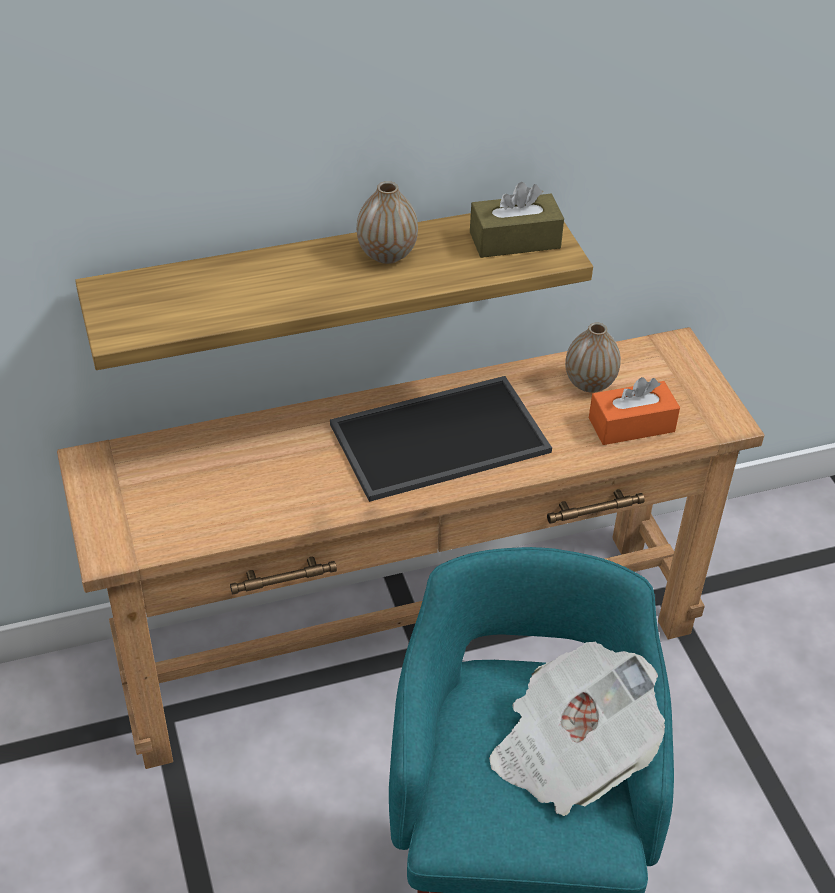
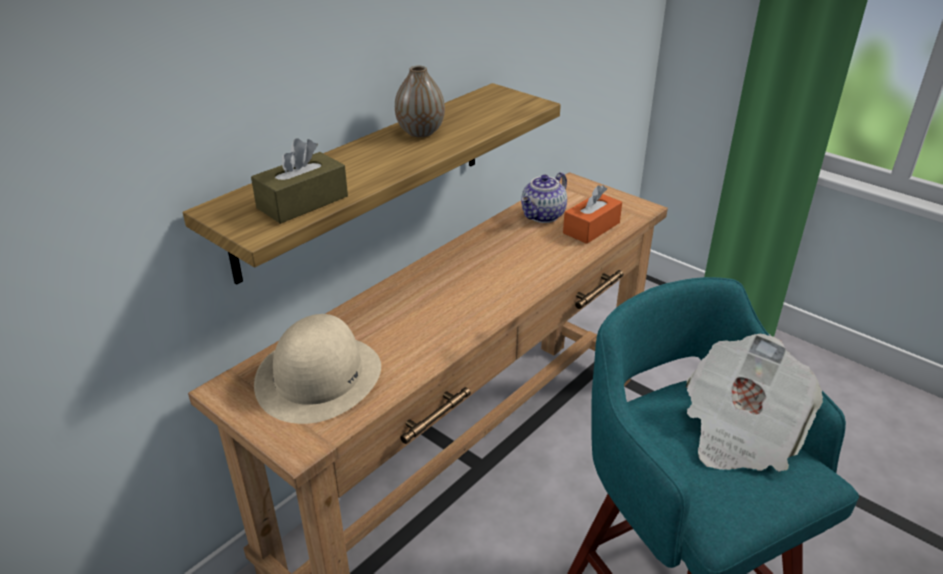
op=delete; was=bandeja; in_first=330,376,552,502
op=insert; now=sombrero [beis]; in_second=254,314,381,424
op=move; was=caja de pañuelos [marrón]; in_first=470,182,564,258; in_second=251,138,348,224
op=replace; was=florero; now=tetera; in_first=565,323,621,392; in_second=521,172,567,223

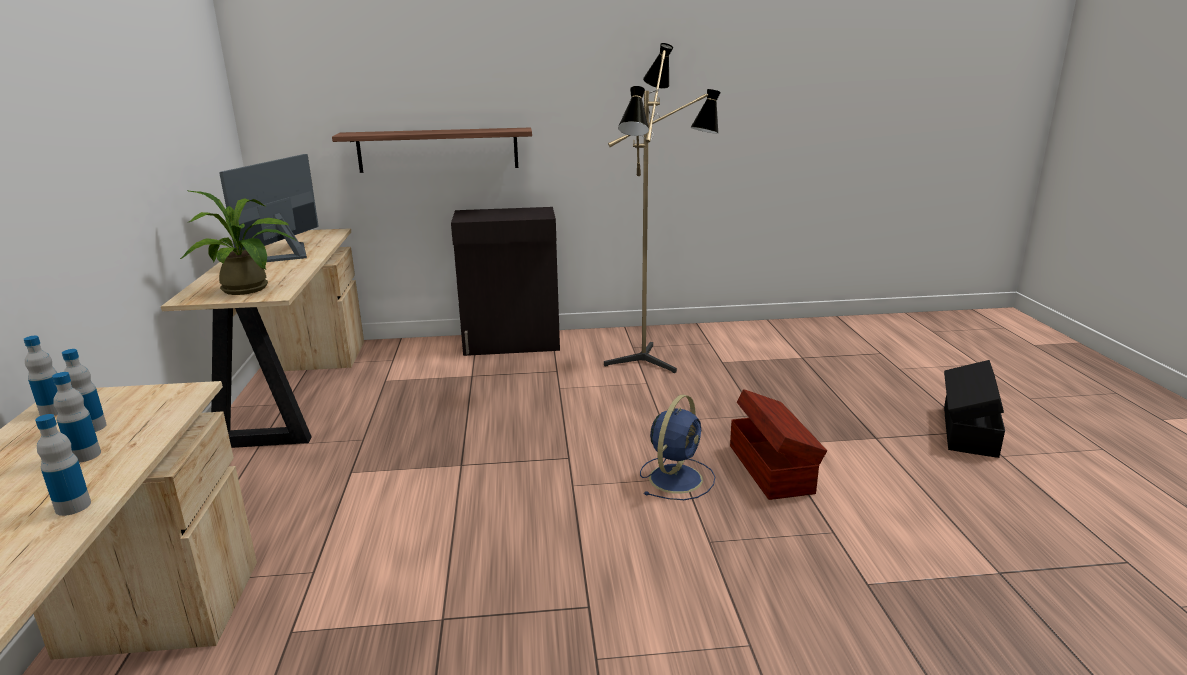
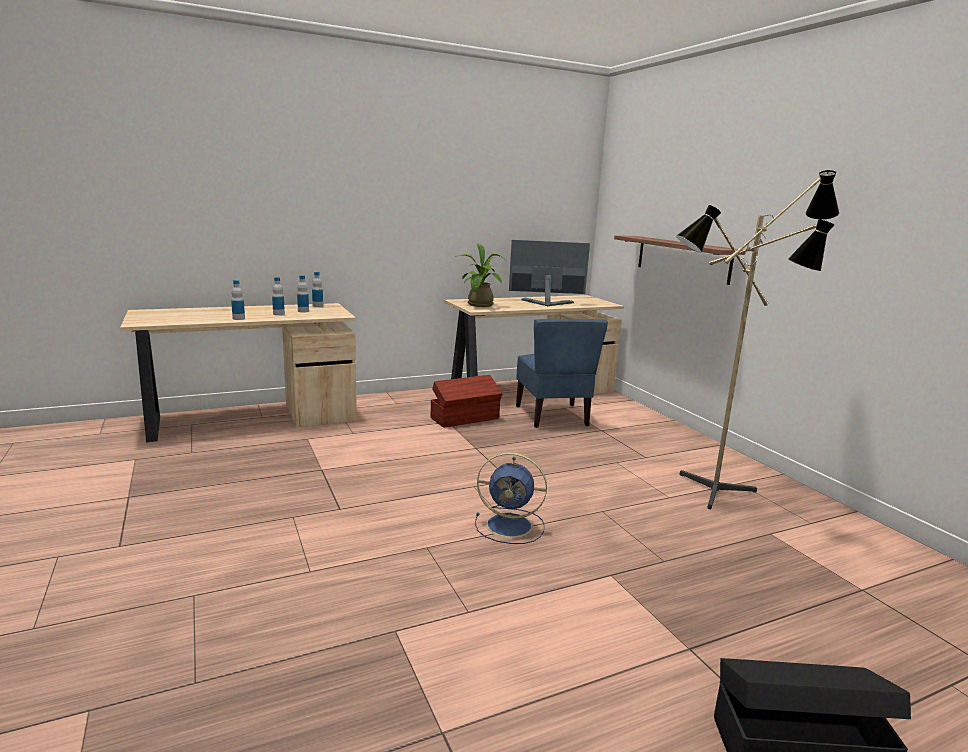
op=delete; was=armario [negro]; in_first=451,207,560,356
op=insert; now=silla [azul]; in_second=516,319,608,428
op=move; was=caja de almacenaje [marrón]; in_first=730,389,827,500; in_second=431,375,503,428

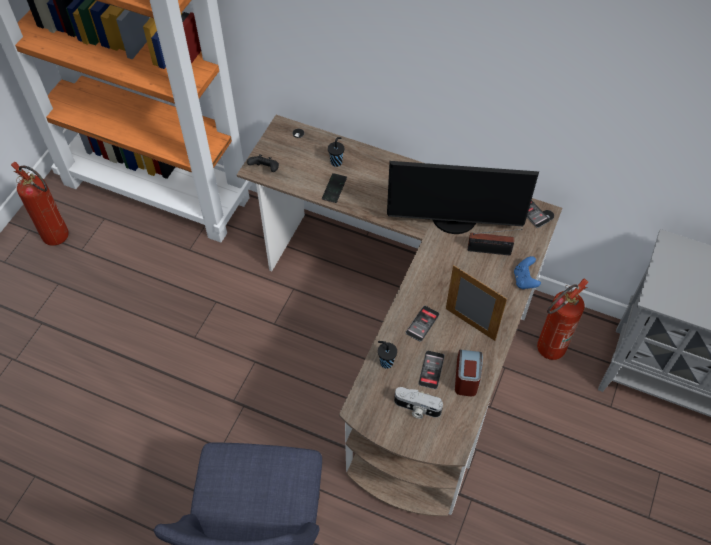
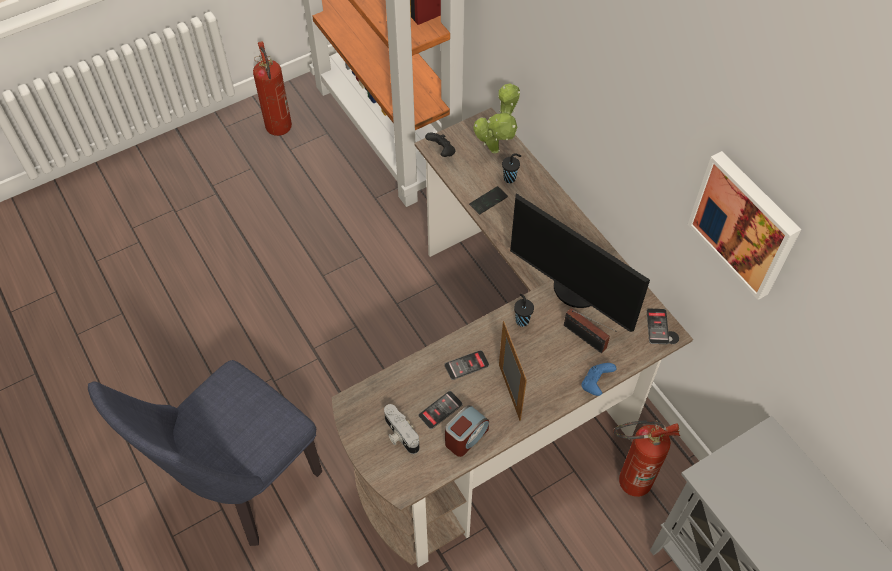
op=insert; now=planta en maceta; in_second=473,84,520,153
op=insert; now=cuadro; in_second=687,151,801,300
op=move; was=taza [negro]; in_first=378,341,397,369; in_second=514,294,534,326

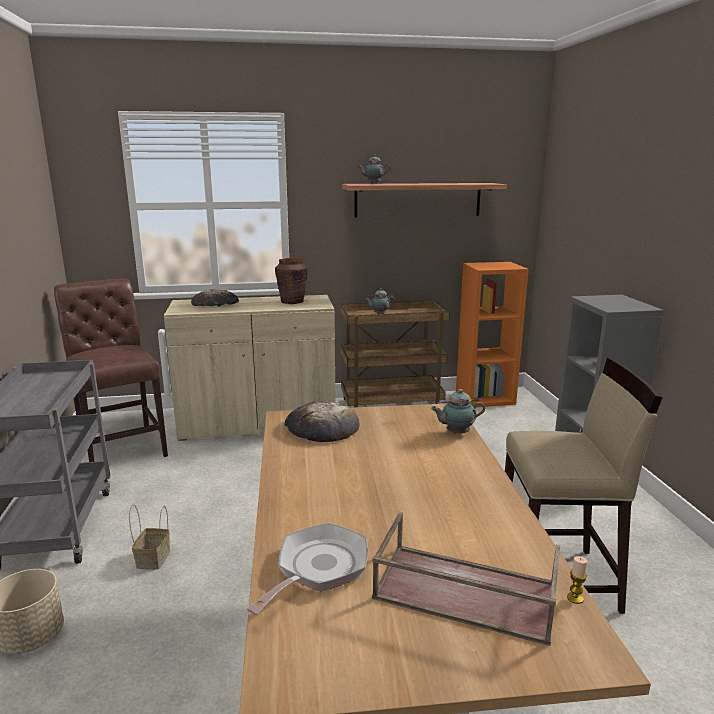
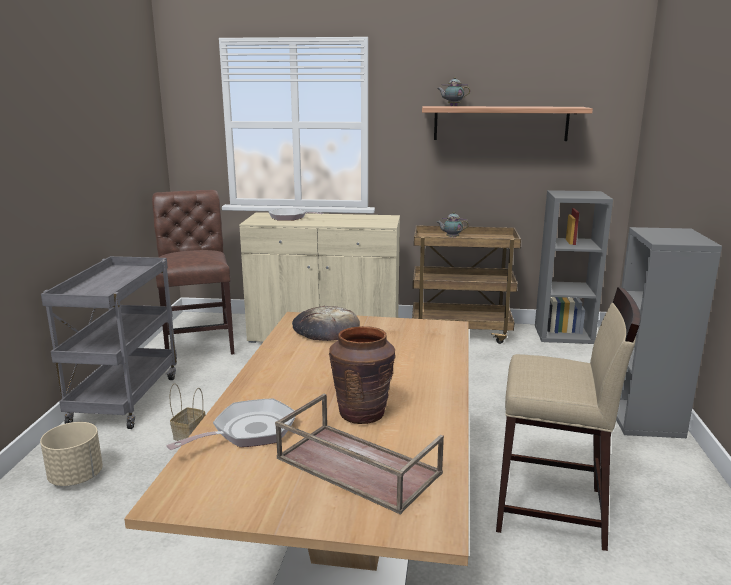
op=delete; was=tetera; in_first=431,389,485,434
op=delete; was=vela; in_first=567,556,587,604
op=move; was=florero [marrón]; in_first=275,258,308,304; in_second=329,326,395,424
op=replace; was=pan; now=sartén; in_first=191,289,239,307; in_second=269,208,323,221
op=recolor; was=estantería [naranja]; now=estantería [gris]; in_first=456,262,529,407; in_second=535,190,613,344

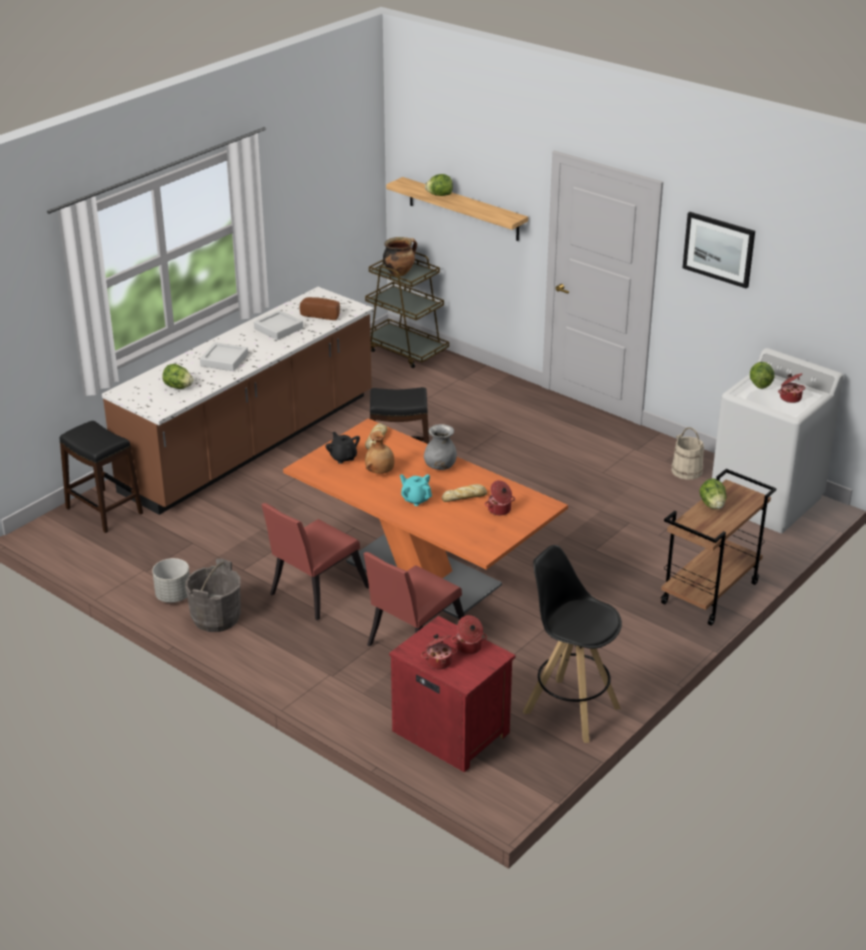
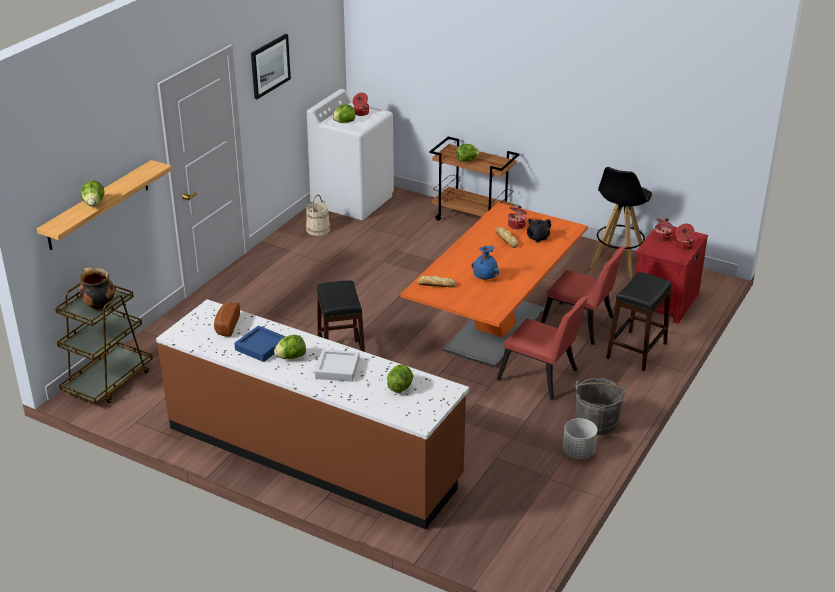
op=delete; was=tetera [turquesa]; in_first=400,474,432,506
op=delete; was=florero [gris]; in_first=424,424,457,470
op=insert; now=lechuga; in_second=274,335,306,359
op=move; was=taburete [negro]; in_first=59,421,143,533; in_second=606,272,672,371
op=move; was=tetera [negro]; in_first=325,432,360,464; in_second=527,218,551,243
op=recolor; was=bandeja [gris]; now=bandeja [azul]; in_first=254,310,303,340; in_second=234,326,286,362
op=recolor; was=florero [marrón]; now=florero [azul]; in_first=365,431,395,474; in_second=471,246,499,280

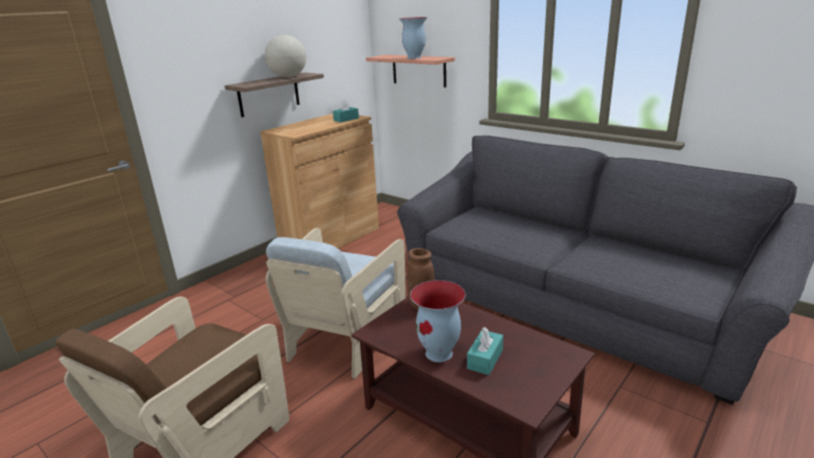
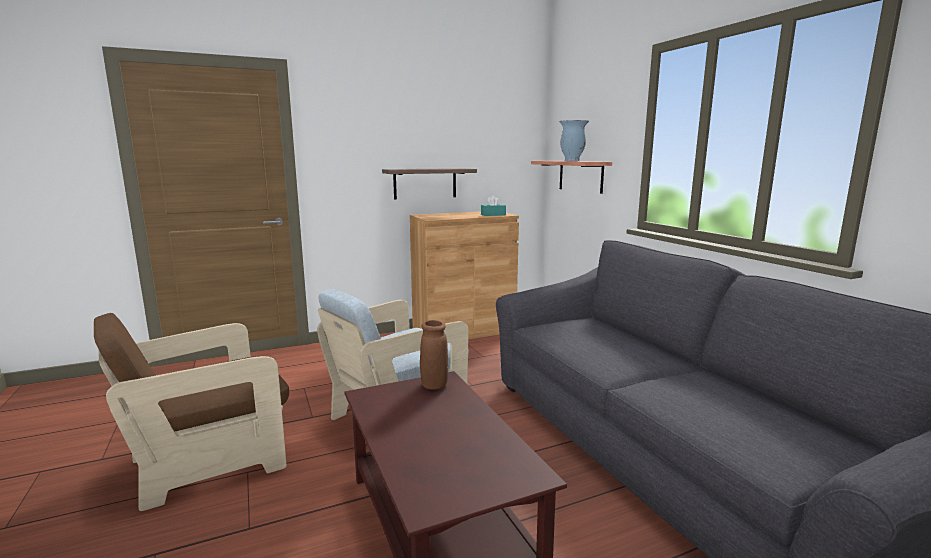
op=delete; was=globo terráqueo; in_first=265,35,306,78
op=delete; was=florero; in_first=410,280,465,362
op=delete; was=caja de pañuelos [turquesa]; in_first=467,327,503,375

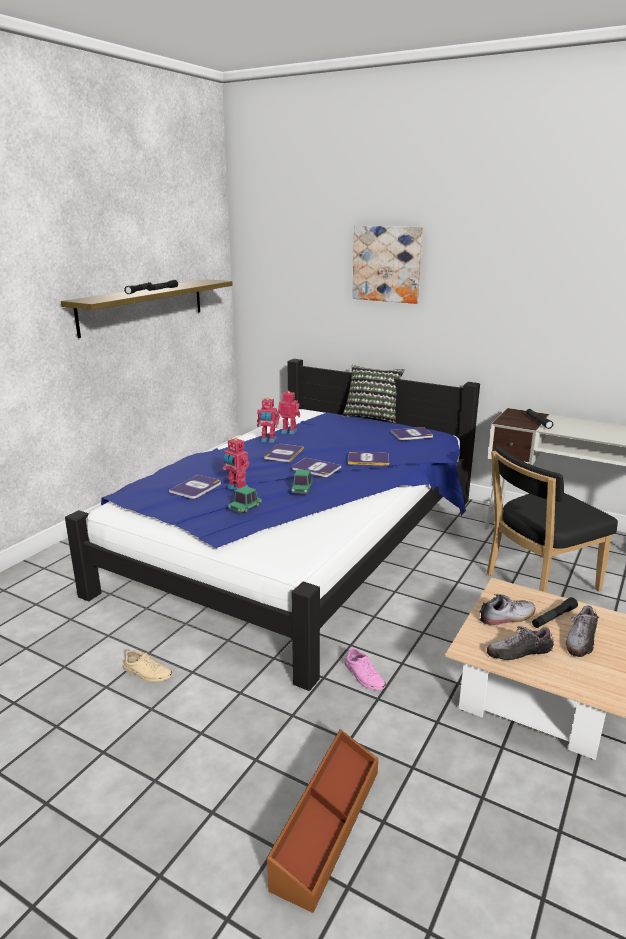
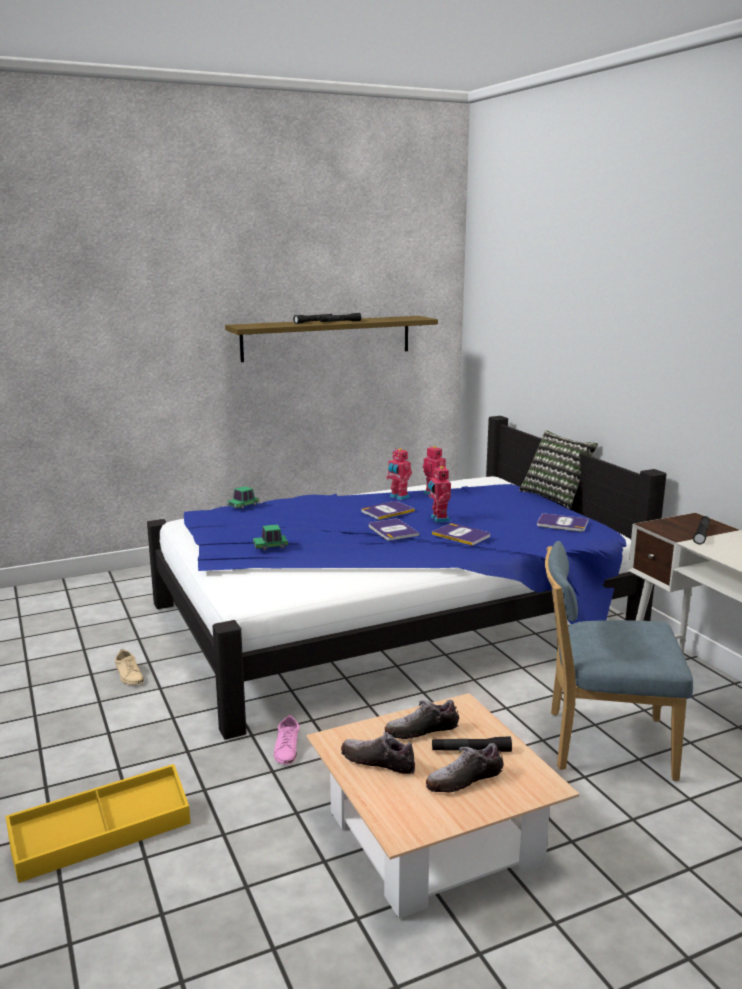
op=delete; was=libro; in_first=169,475,221,499
op=delete; was=cuadro; in_first=352,226,423,304
op=move; was=robot de juguete; in_first=223,437,249,491; in_second=428,465,451,522
op=move; was=coche de juguete; in_first=292,469,313,494; in_second=227,486,259,509
op=recolor; was=caja de almacenaje [marrón]; now=caja de almacenaje [amarillo]; in_first=266,729,378,913; in_second=5,764,190,883
op=recolor; was=silla [negro]; now=silla [azul]; in_first=487,446,618,592; in_second=545,541,693,781
op=rotate; was=zapato; in_first=479,594,535,626; in_second=385,700,459,739; clockwise=150

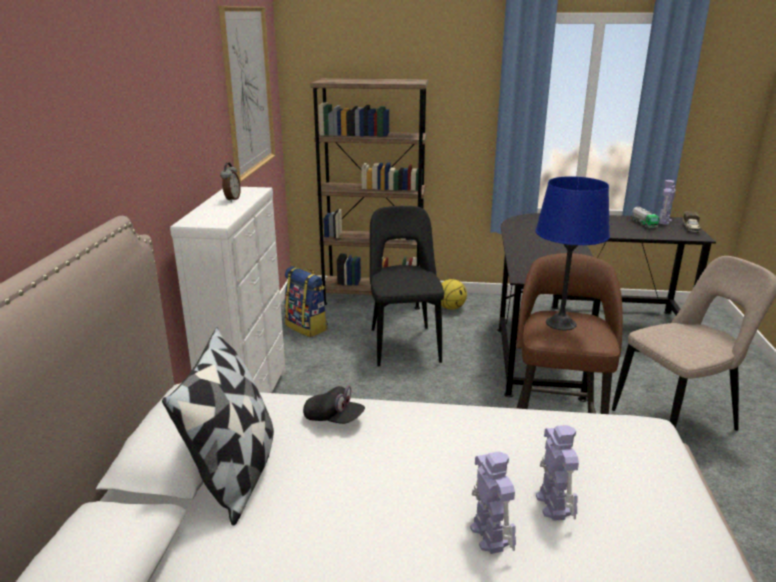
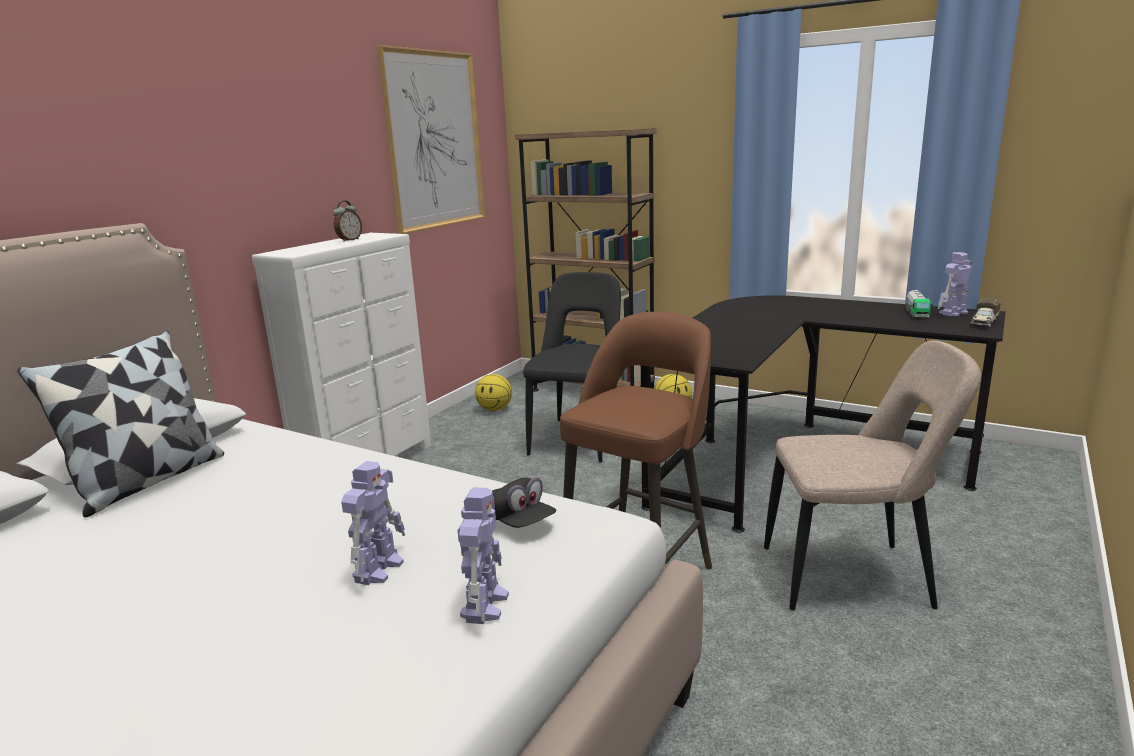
op=delete; was=lámpara de mesa [azul]; in_first=535,176,610,330
op=move; was=gorra [negro]; in_first=303,385,365,424; in_second=492,477,556,528
op=move; was=robot de juguete; in_first=470,451,516,554; in_second=457,487,509,624
op=replace; was=mochila; now=balón de baloncesto; in_first=284,266,328,337; in_second=475,374,512,411

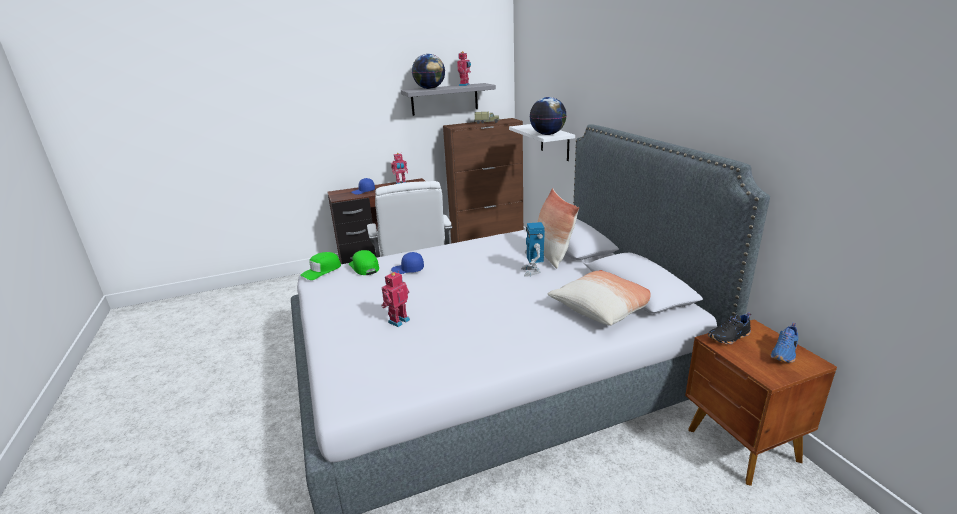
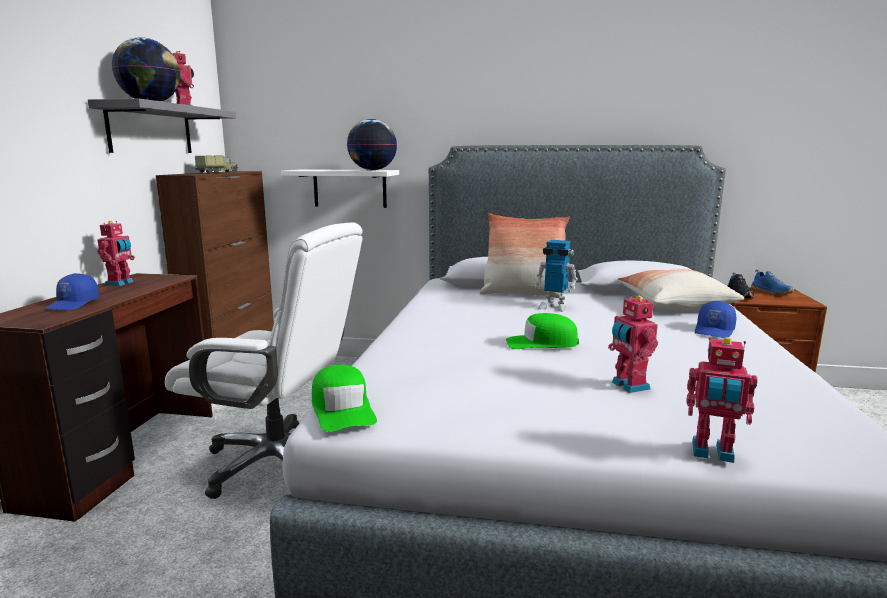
op=insert; now=robot de juguete; in_second=686,337,758,463
op=move; was=gorra [verde]; in_first=348,250,379,275; in_second=506,313,579,349
op=move; was=gorra [azul]; in_first=391,252,424,274; in_second=695,301,737,338

